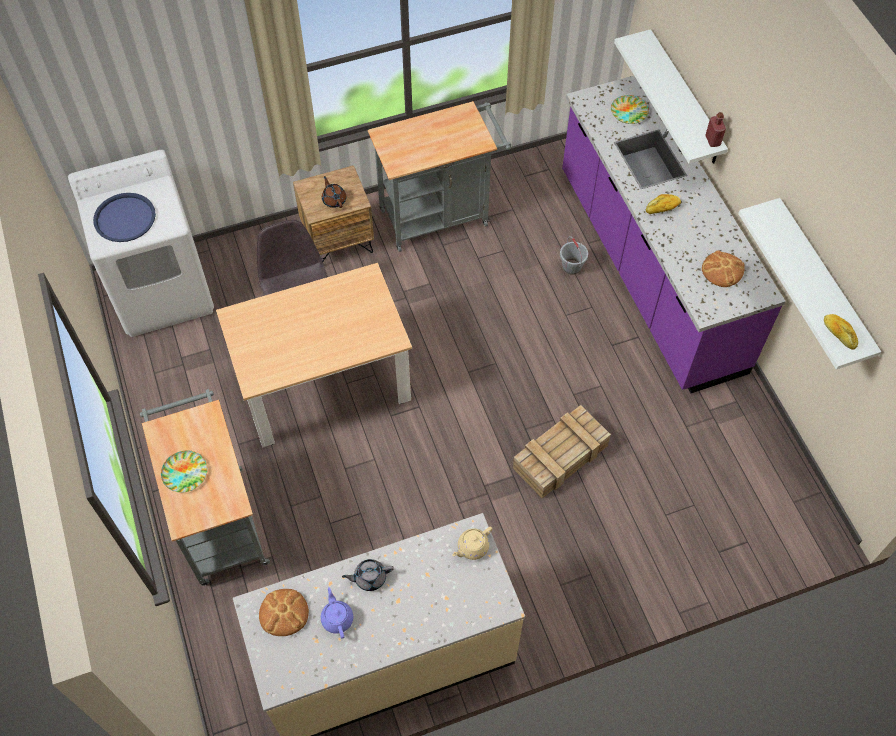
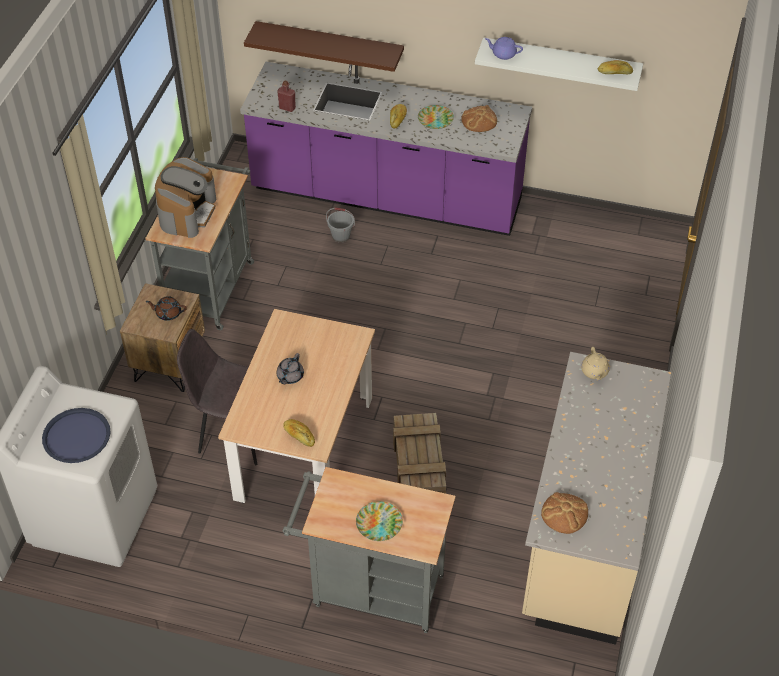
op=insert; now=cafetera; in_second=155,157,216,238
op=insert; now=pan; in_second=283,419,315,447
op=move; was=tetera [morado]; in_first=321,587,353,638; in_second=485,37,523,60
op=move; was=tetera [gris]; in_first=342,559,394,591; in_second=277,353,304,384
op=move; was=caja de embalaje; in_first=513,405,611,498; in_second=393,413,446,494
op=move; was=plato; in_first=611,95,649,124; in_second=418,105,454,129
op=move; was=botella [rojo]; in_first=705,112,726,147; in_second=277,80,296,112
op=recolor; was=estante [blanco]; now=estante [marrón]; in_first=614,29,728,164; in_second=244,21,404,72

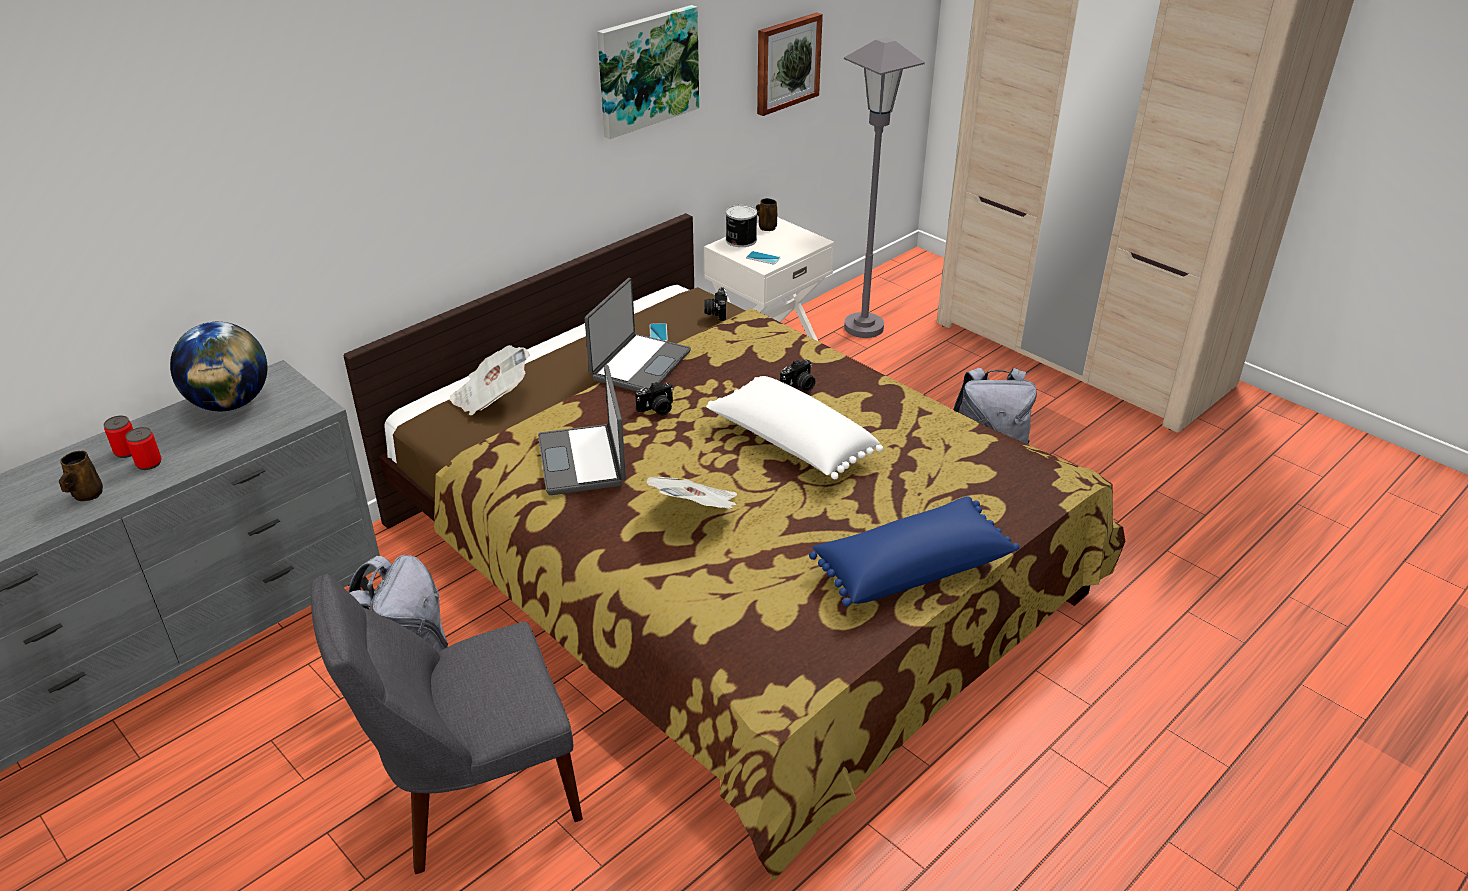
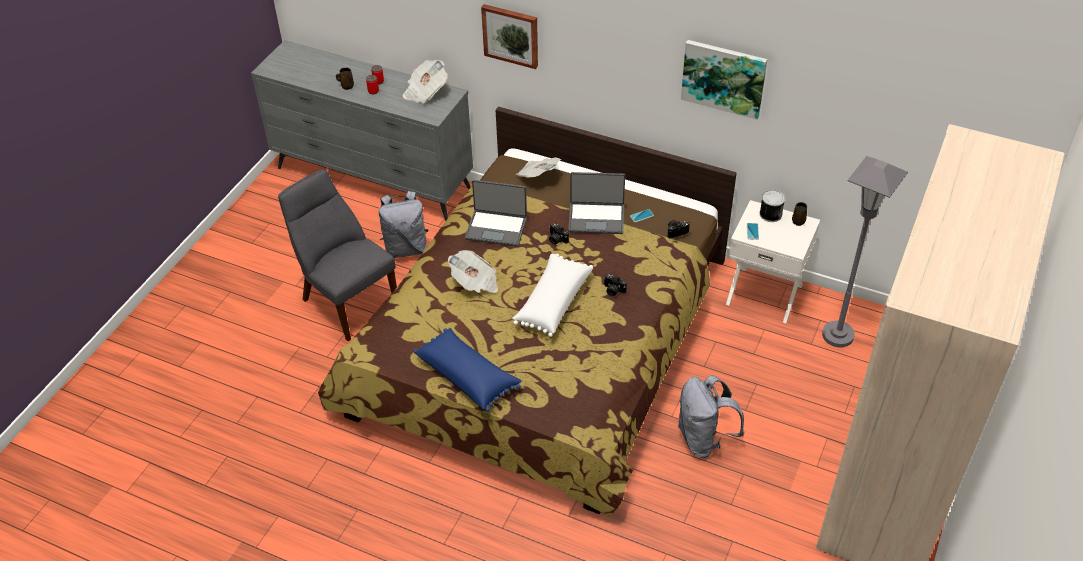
op=move; was=cuadro; in_first=757,12,823,116; in_second=481,4,538,69
op=replace; was=globo terráqueo; now=periódico; in_first=170,322,267,411; in_second=403,60,447,104
op=rotate; was=portátil; in_first=538,365,626,495; in_second=465,180,527,247; clockwise=-135

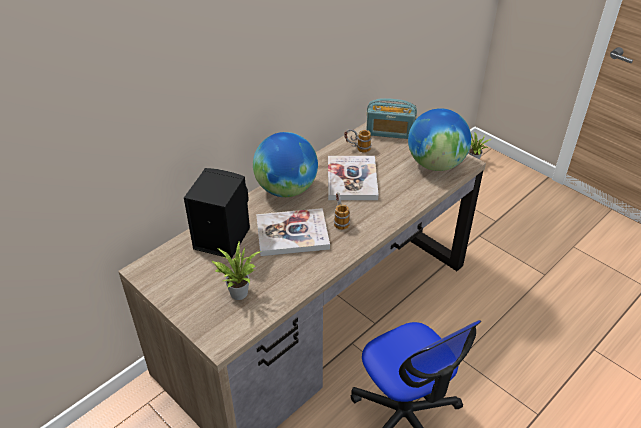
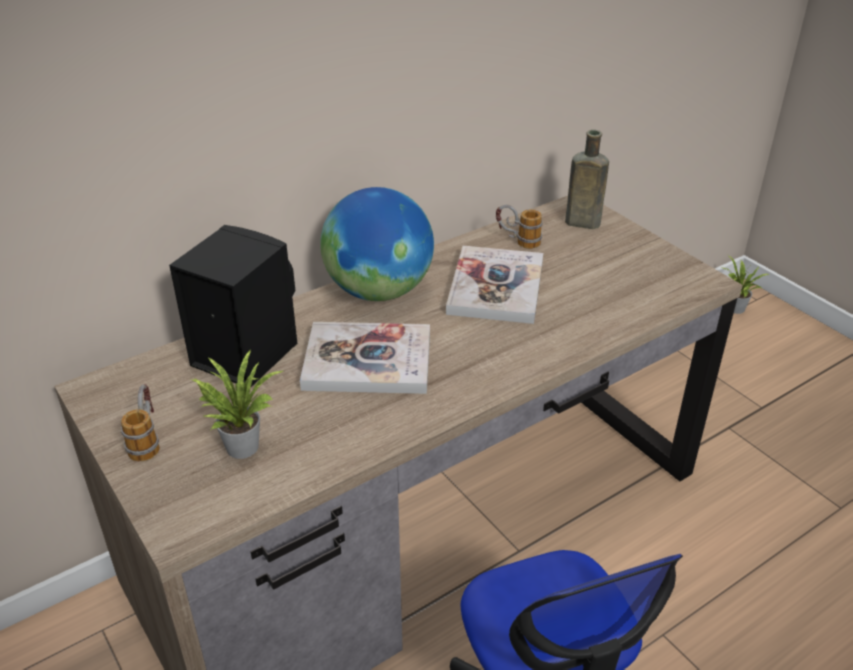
op=delete; was=globo terráqueo; in_first=408,108,471,171
op=move; was=taza grande; in_first=334,192,350,230; in_second=121,384,160,461
op=replace; was=radio; now=botella [marrón]; in_first=366,98,417,139; in_second=565,130,609,229

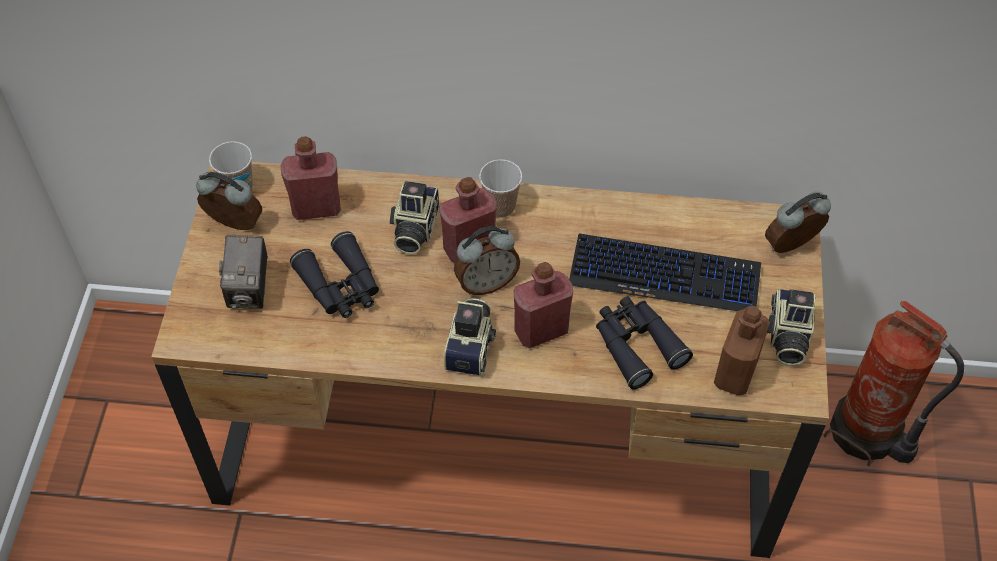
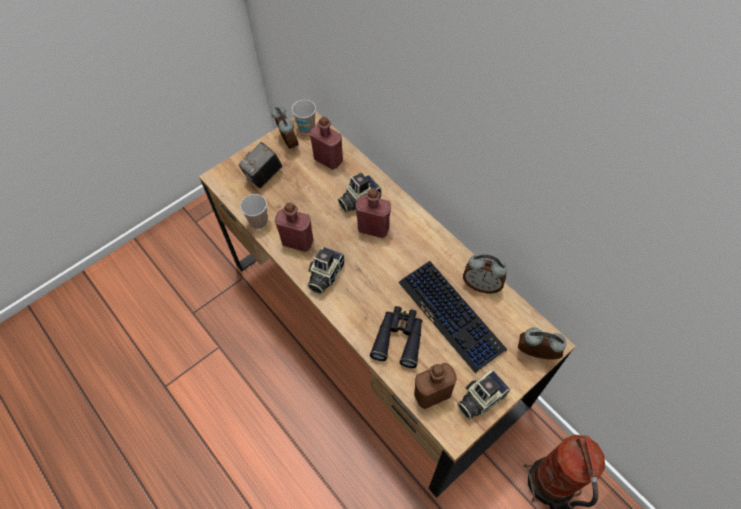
op=delete; was=prismáticos [negro]; in_first=290,231,379,318
op=move; was=despertador; in_first=454,226,520,295; in_second=463,254,507,294
op=move; was=taza; in_first=479,159,522,218; in_second=240,194,268,229
op=move; was=botella [rojo]; in_first=514,262,573,349; in_second=275,202,314,252
op=rotate; was=cámara; in_first=444,298,496,376; in_second=307,247,345,295; clockwise=150

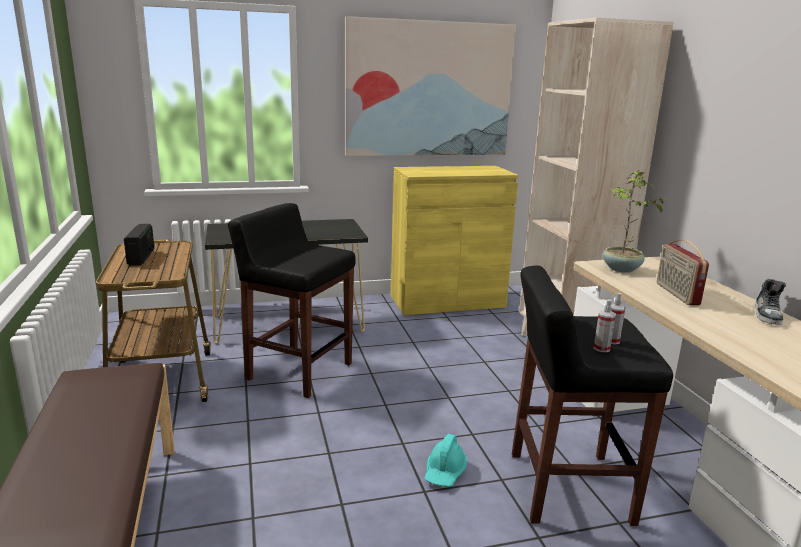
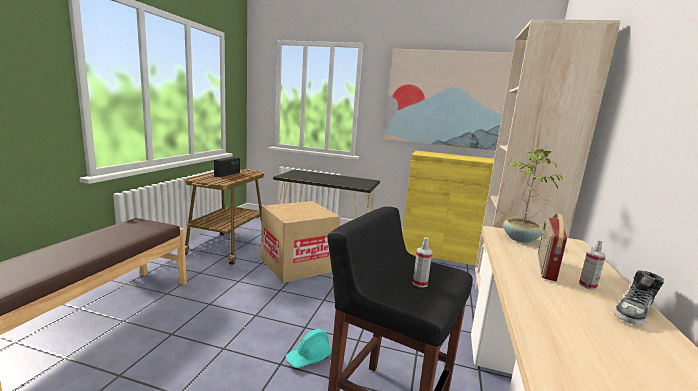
op=move; was=pulverizador; in_first=594,299,616,352; in_second=579,239,606,290
op=replace; was=taburete [negro]; now=caja de cartón; in_first=228,203,355,398; in_second=261,201,340,283

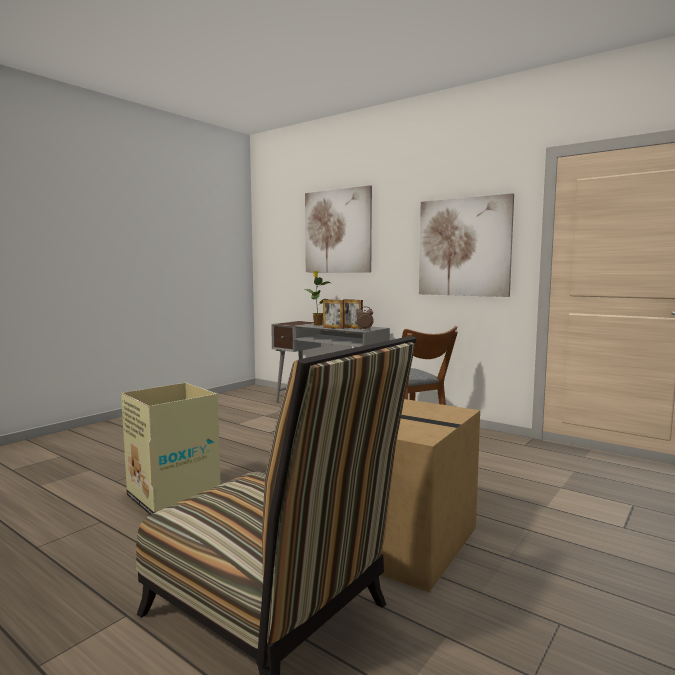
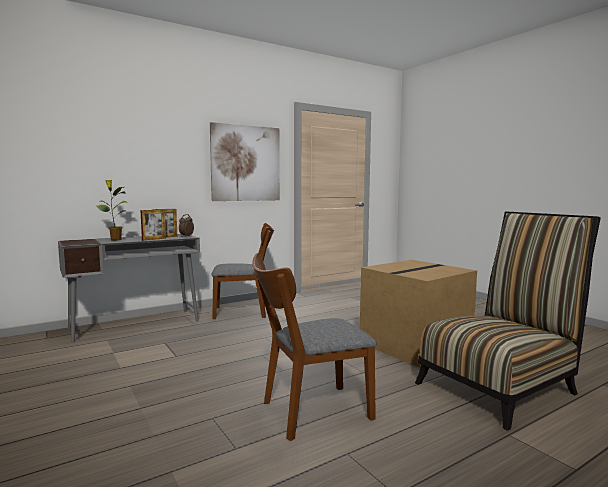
op=delete; was=cuadro; in_first=305,185,372,272
op=replace; was=caja de cartón; now=silla [marrón]; in_first=121,383,221,515; in_second=252,253,377,441

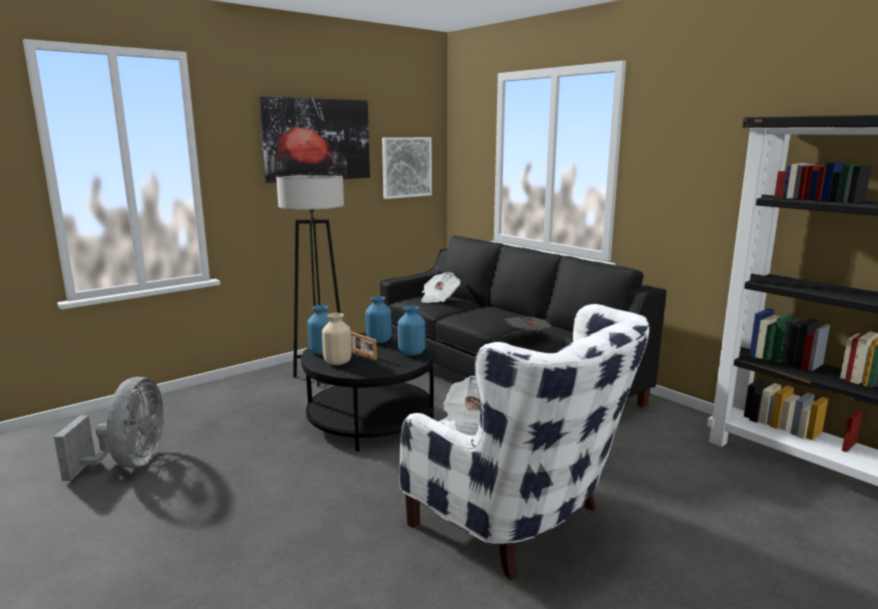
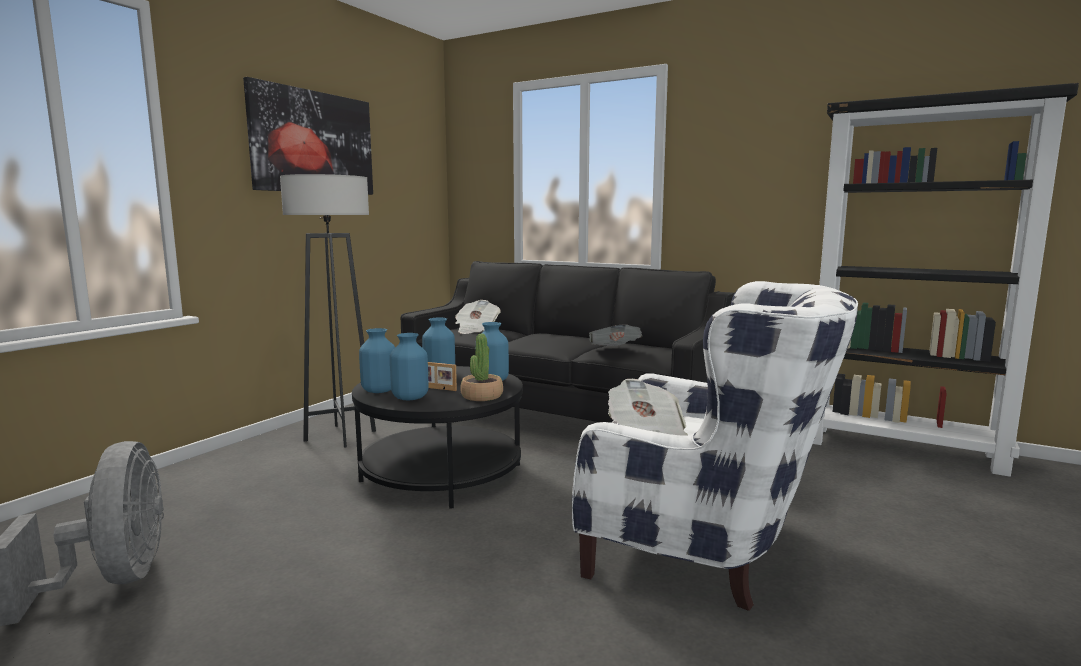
op=delete; was=cuadro; in_first=382,137,432,199
op=insert; now=planta en maceta; in_second=460,334,503,401
op=recolor; was=florero [beis]; now=florero [azul]; in_first=322,313,351,365; in_second=390,333,429,400

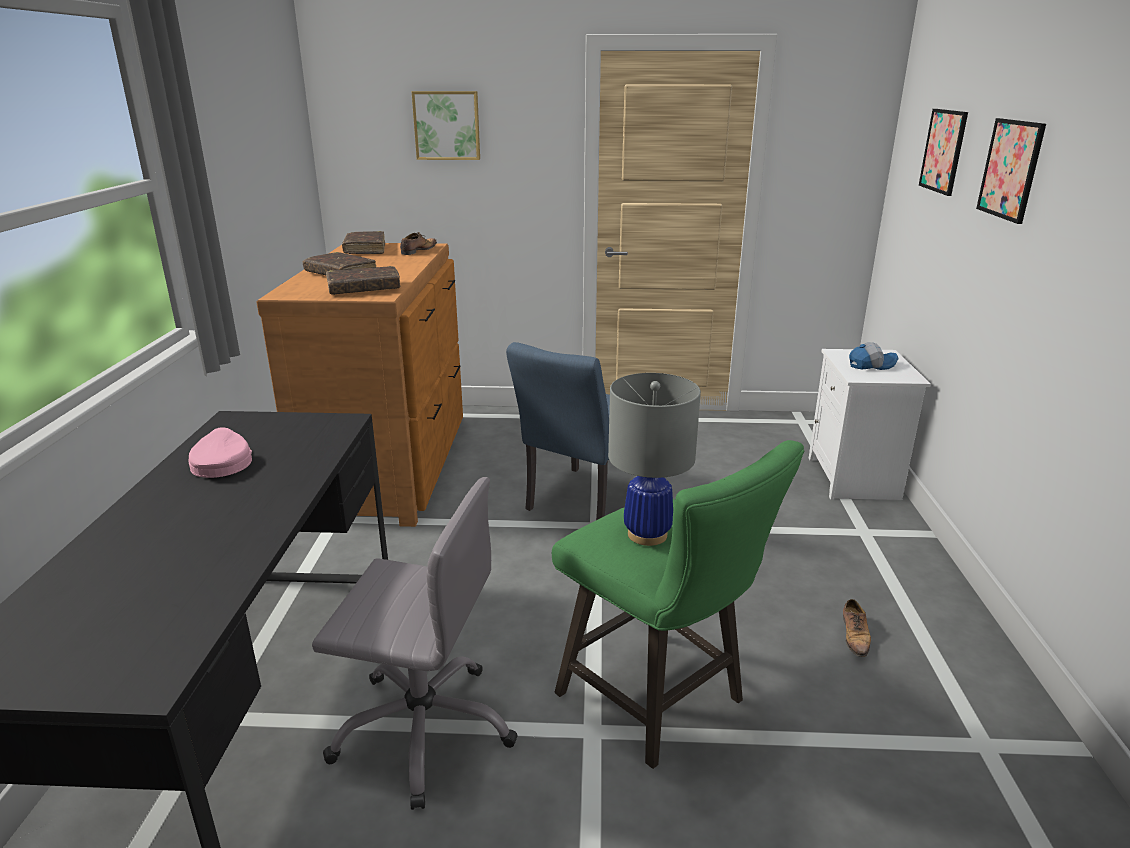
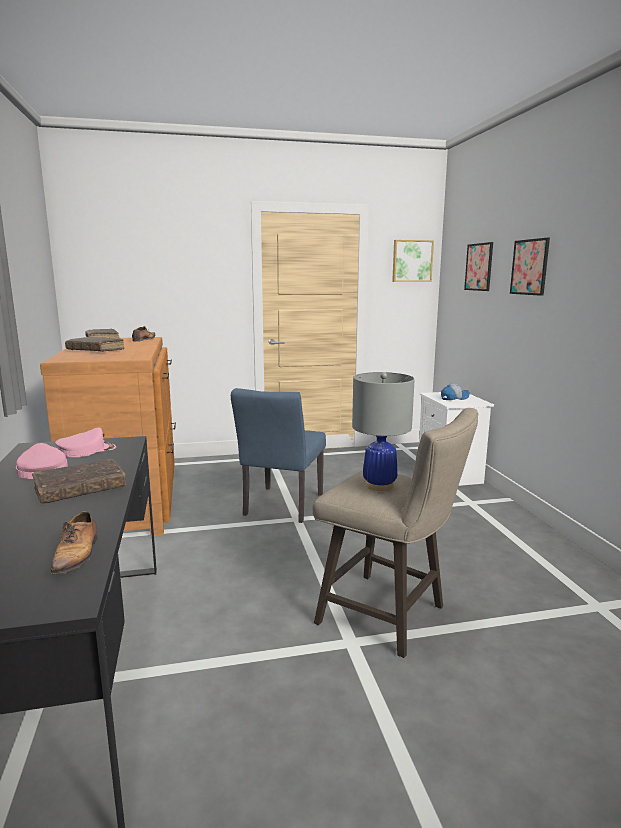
op=delete; was=silla de oficina [gris]; in_first=312,477,518,810
op=insert; now=gorra [rosa]; in_second=55,427,116,457
op=move; was=libro [marrón]; in_first=326,266,401,295; in_second=32,459,126,504
op=move; was=cuadro; in_first=411,91,480,160; in_second=392,240,434,282
op=move; was=zapato; in_first=843,599,871,657; in_second=50,511,97,575
op=recolor; was=taburete [verde]; now=taburete [beis]; in_first=552,440,804,769; in_second=313,408,479,658

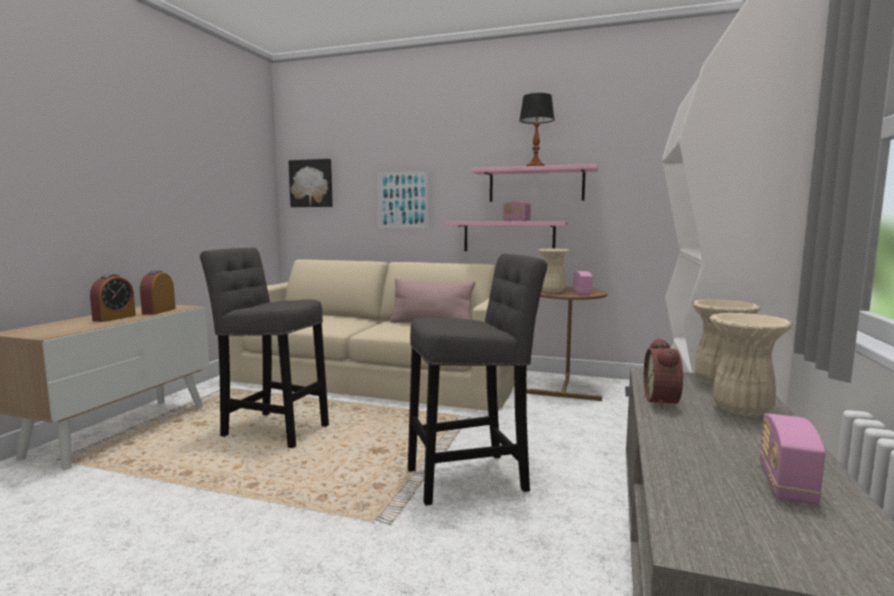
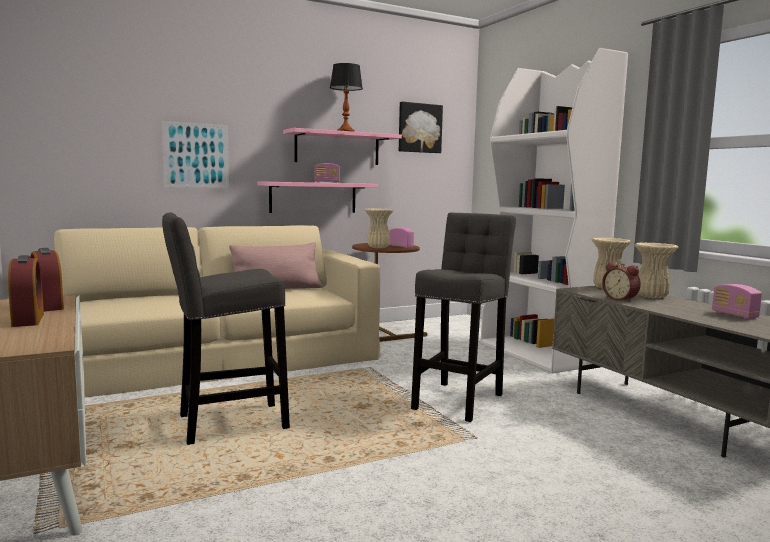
op=move; was=cuadro; in_first=288,159,333,207; in_second=399,102,443,153

